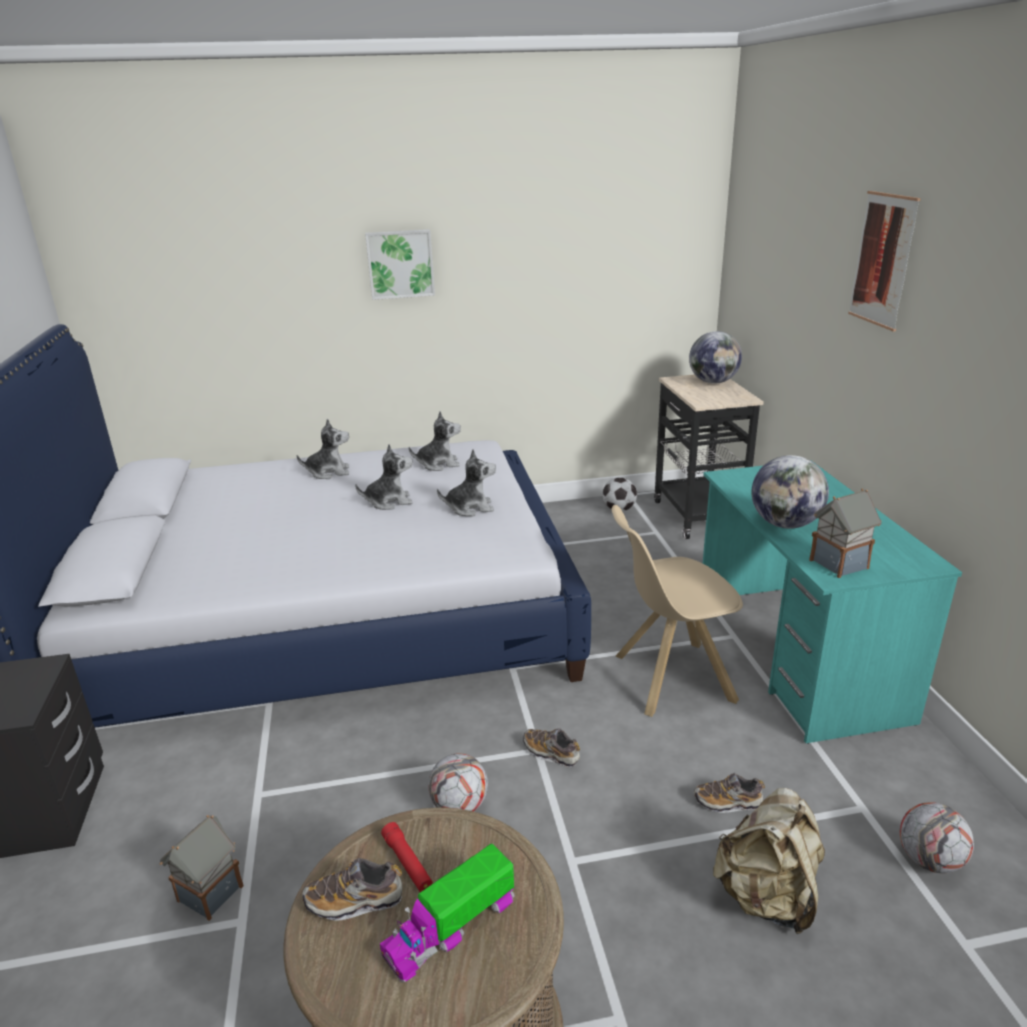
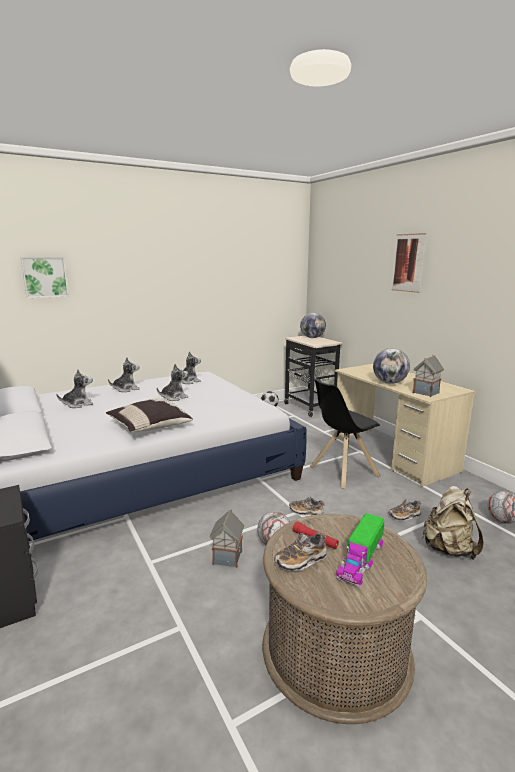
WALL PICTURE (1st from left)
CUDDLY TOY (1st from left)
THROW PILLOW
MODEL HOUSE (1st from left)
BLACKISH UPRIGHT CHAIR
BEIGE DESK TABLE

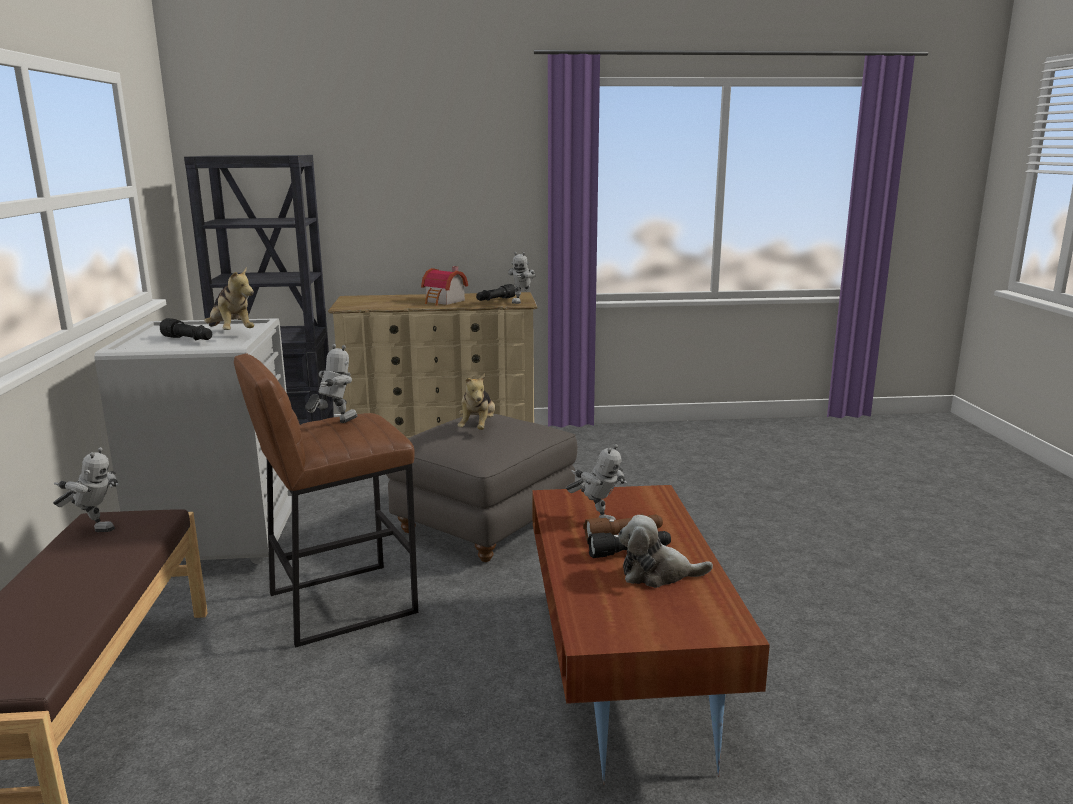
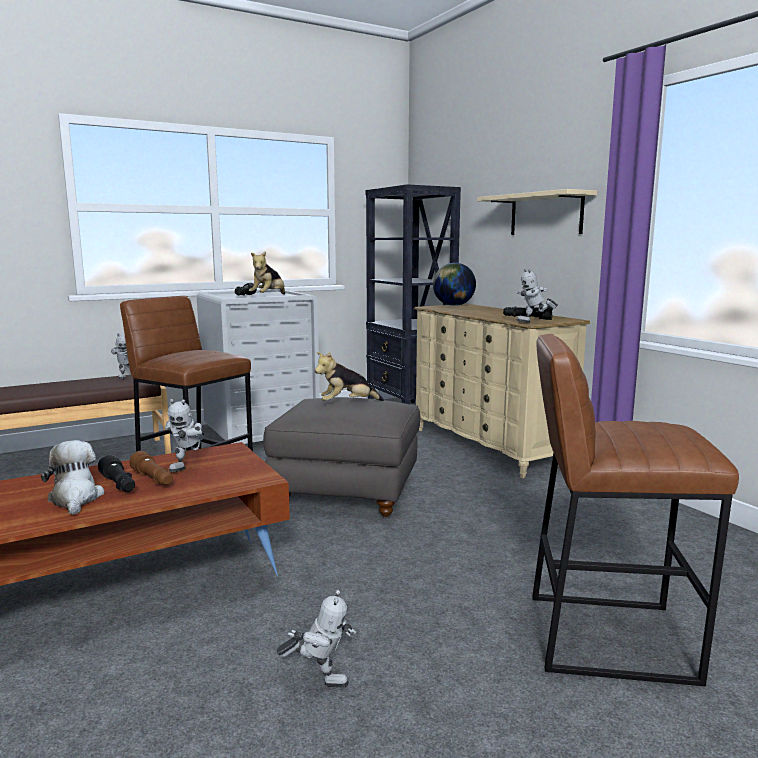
TOY ROBOT (3rd from left)
WORLD GLOBE
BEIGE BRACKET SHELF
BROWN-COLOURED STOOL (2nd from left)
MODEL HOUSE

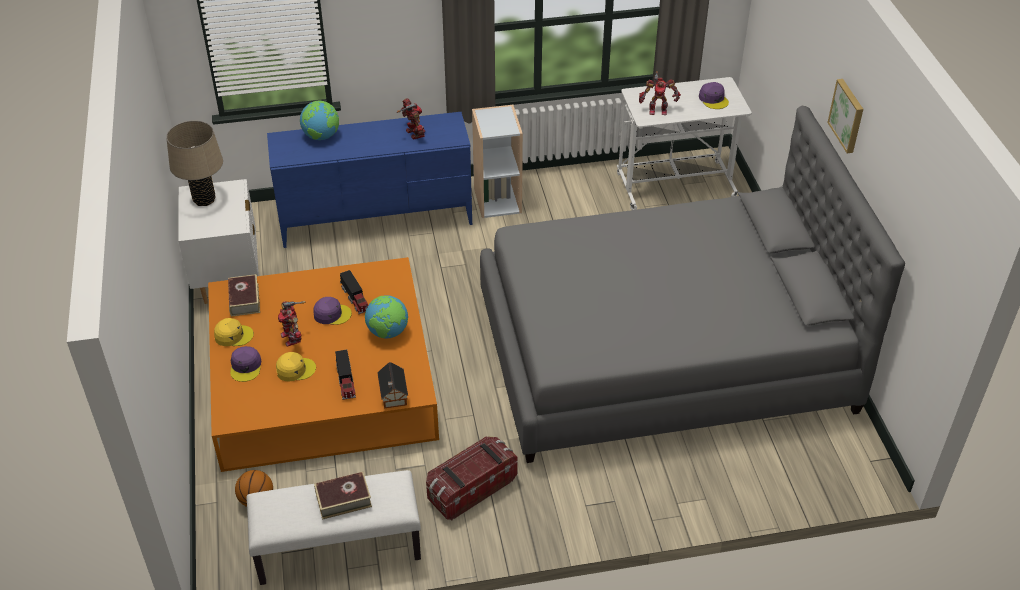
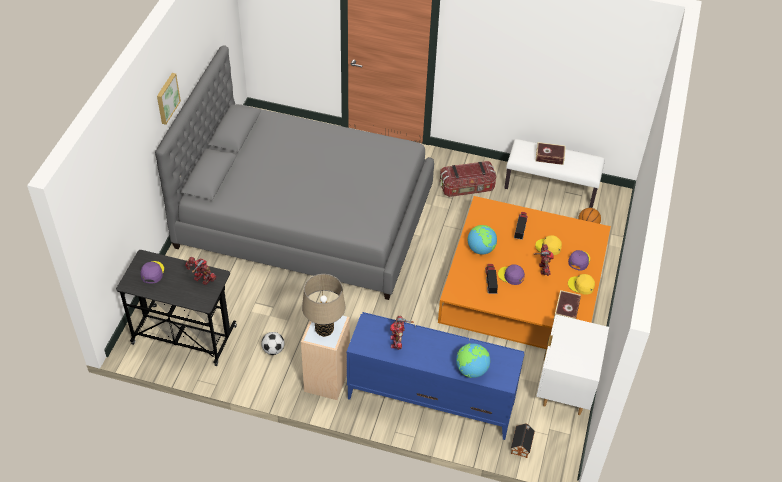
BLACKISH DESK TABLE
FOOTBALL
BEIGE TABLE LAMP
MODEL HOUSE

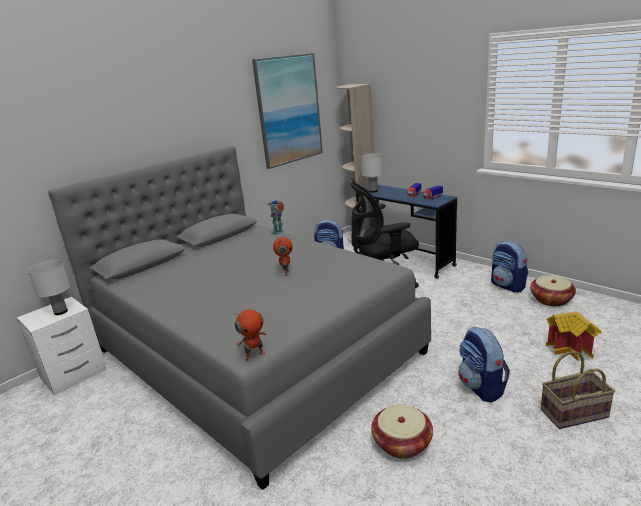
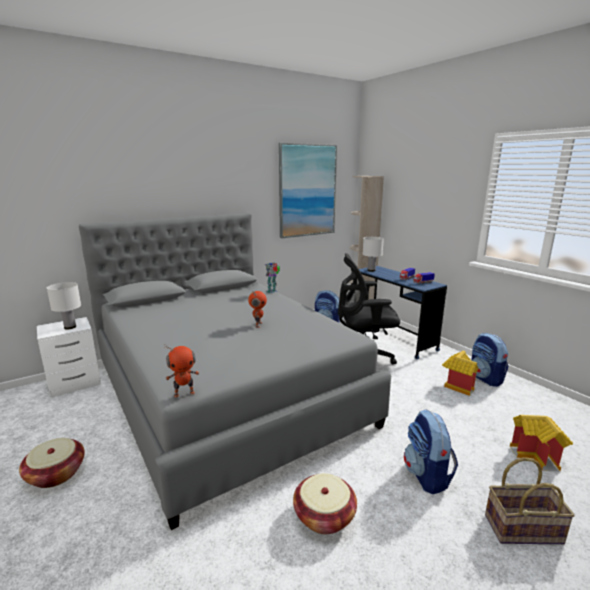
STORAGE BASKET (1st from left)
MODEL HOUSE (1st from left)

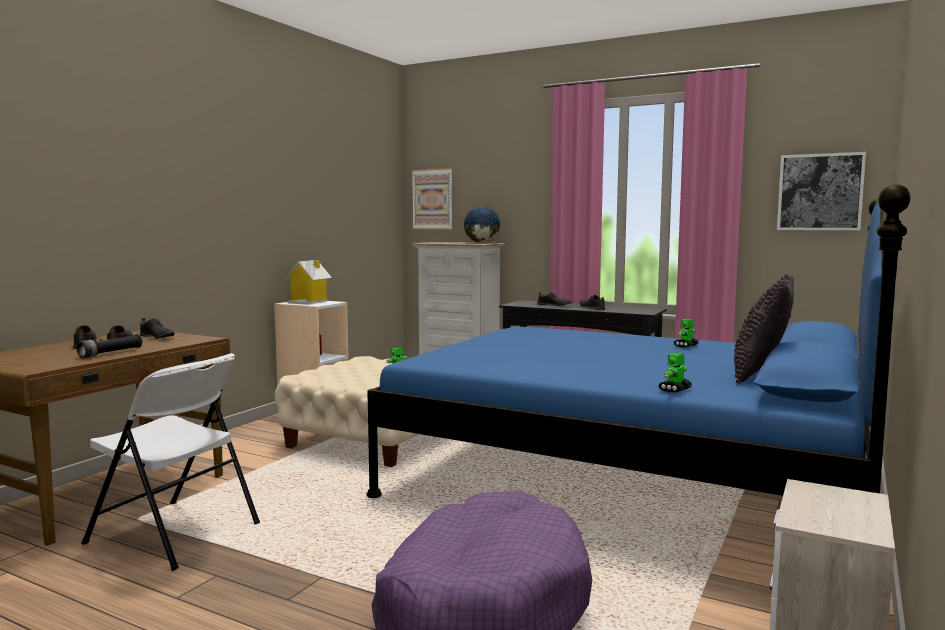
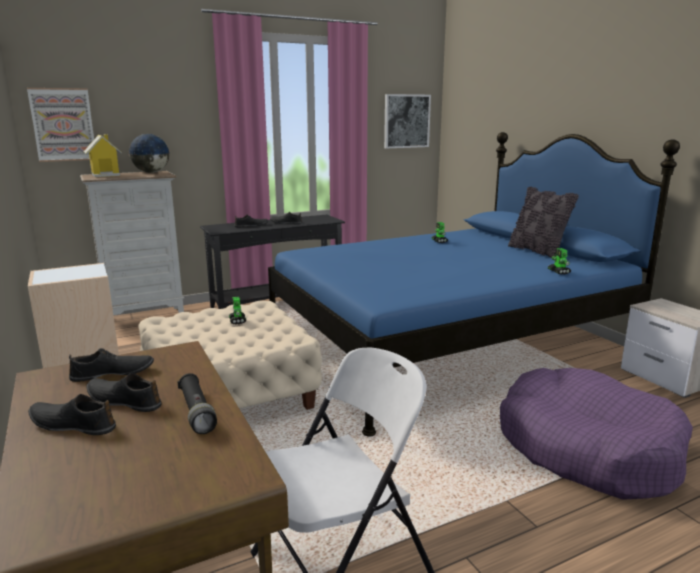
MODEL HOUSE

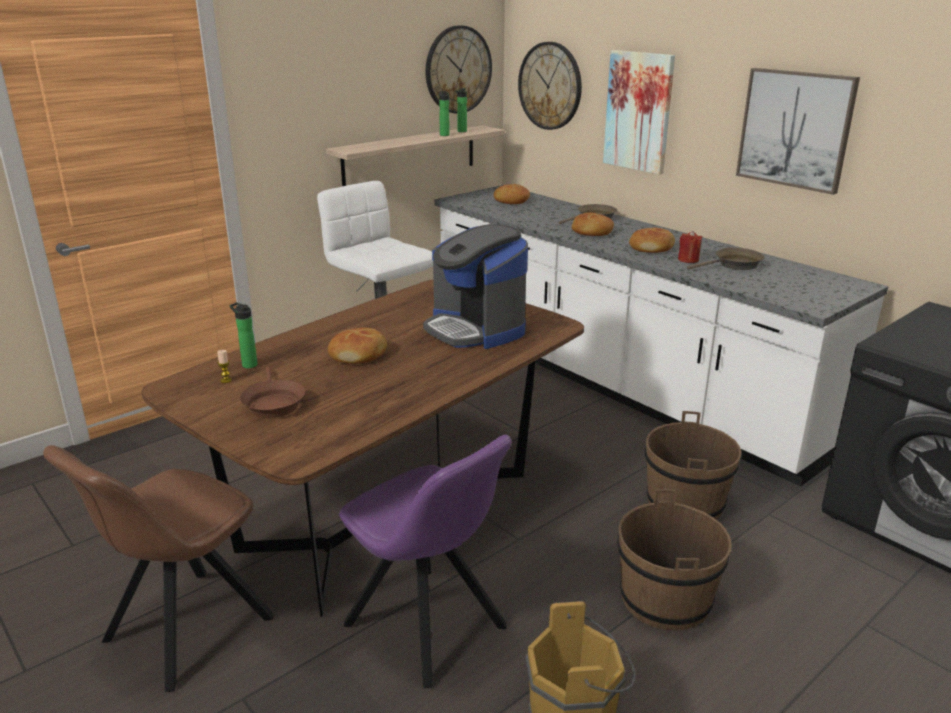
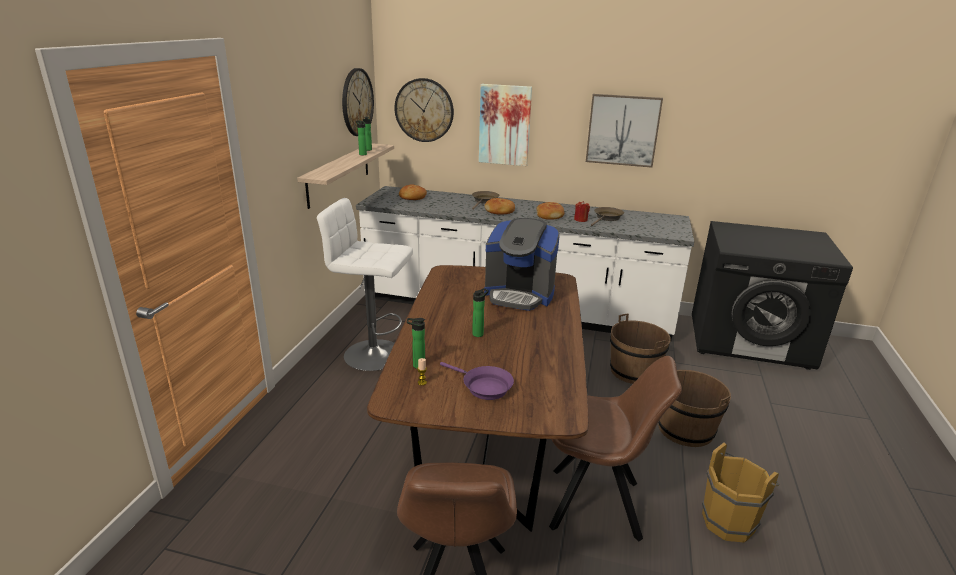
PURPLE PAN
BOTTLE (4th from left)
BROWN-COLOURED UPRIGHT CHAIR (2nd from left)

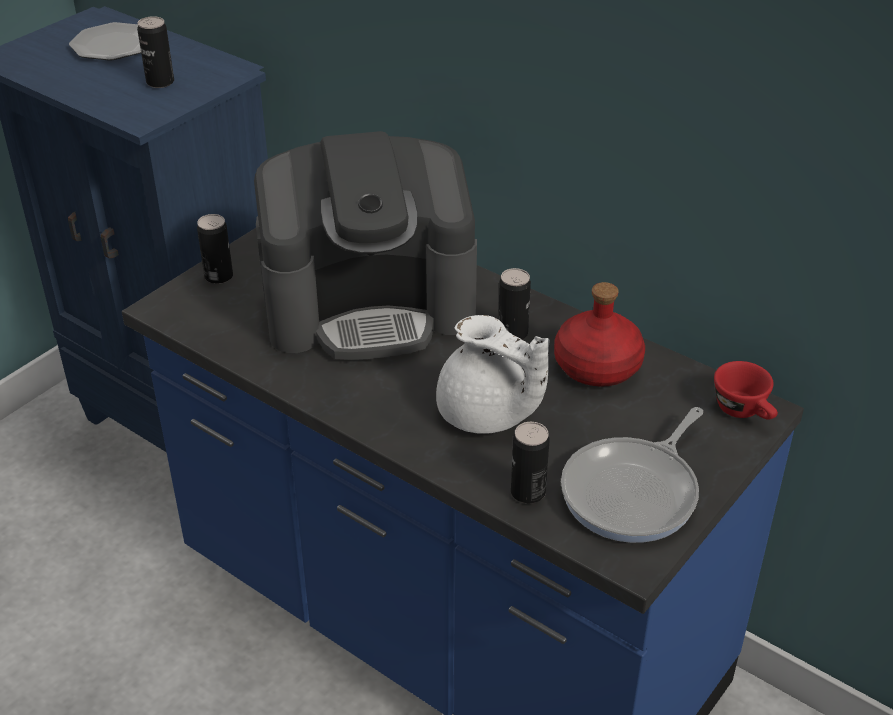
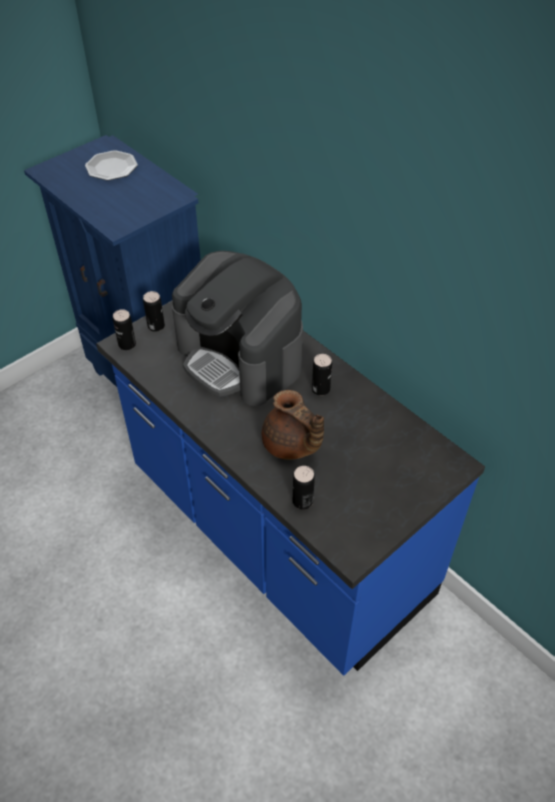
METAL CAN (1st from left)
COFFEE BREWER
BROWN-COLOURED POT FOR TEA
REDDISH BOTTLE
PAN
REDDISH CUP

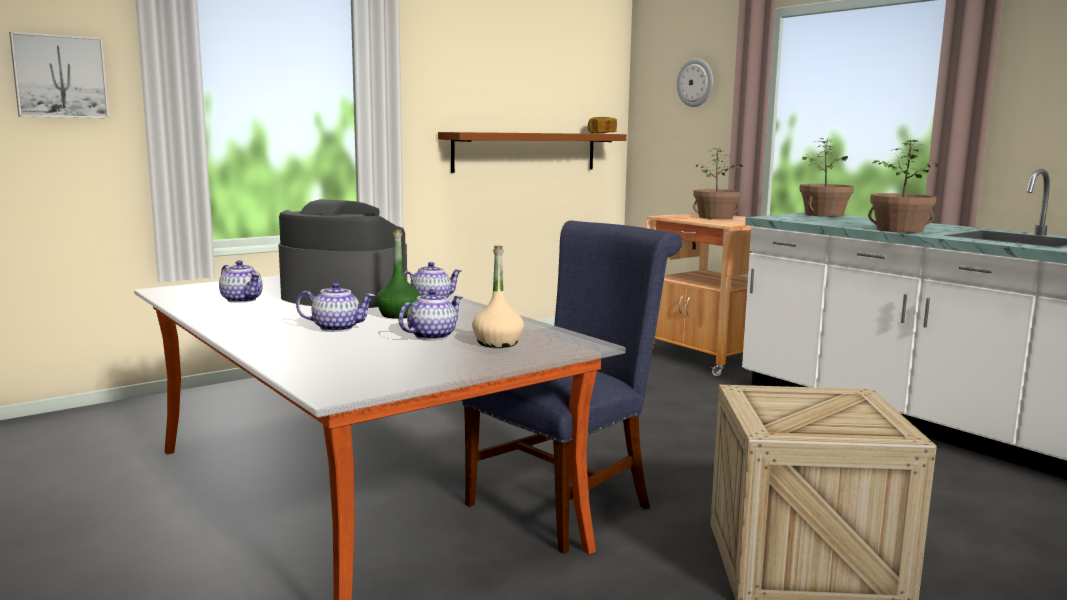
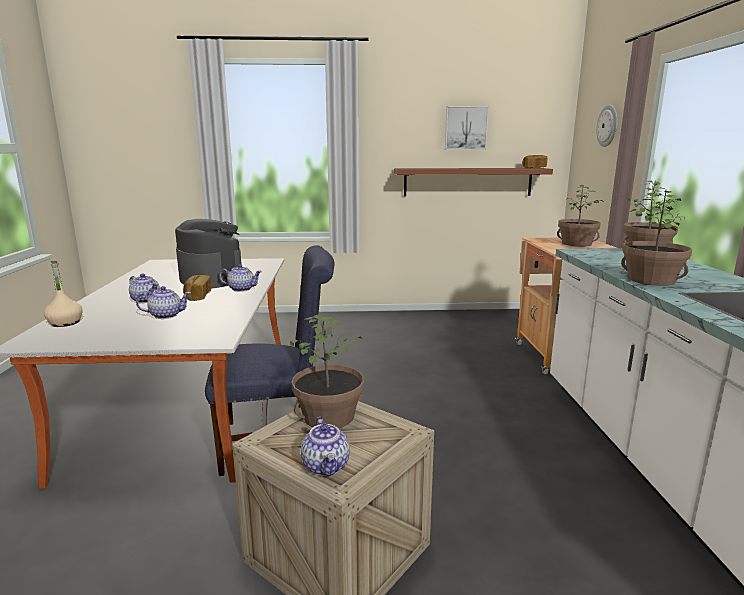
BEIGE BOTTLE
BREAD (1st from left)
POTTED PLANT (1st from left)
POT FOR TEA (4th from left)
WALL PICTURE

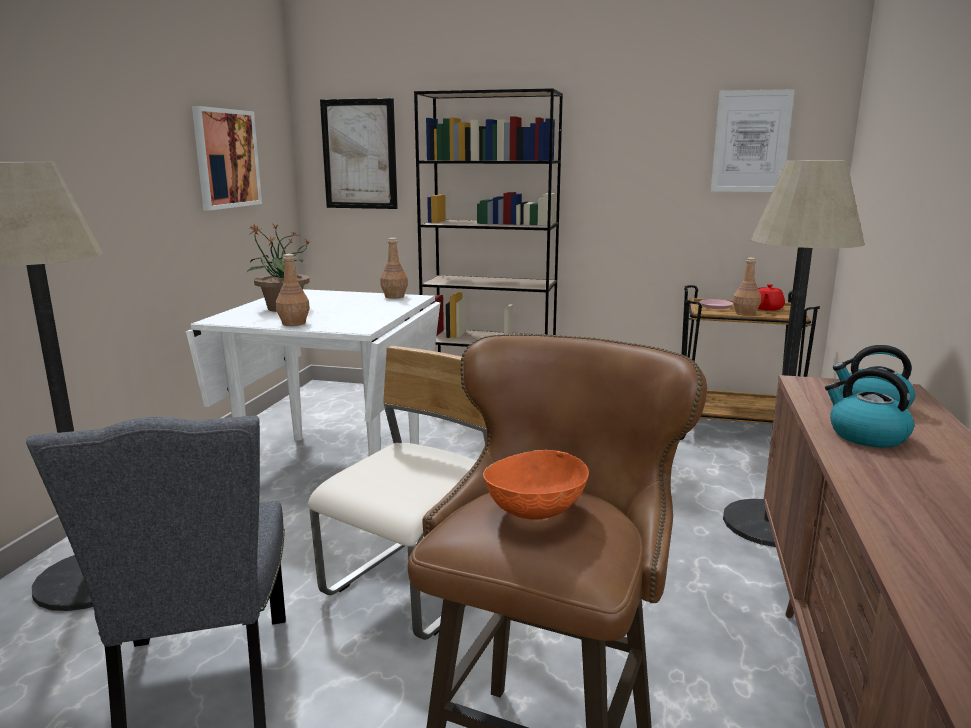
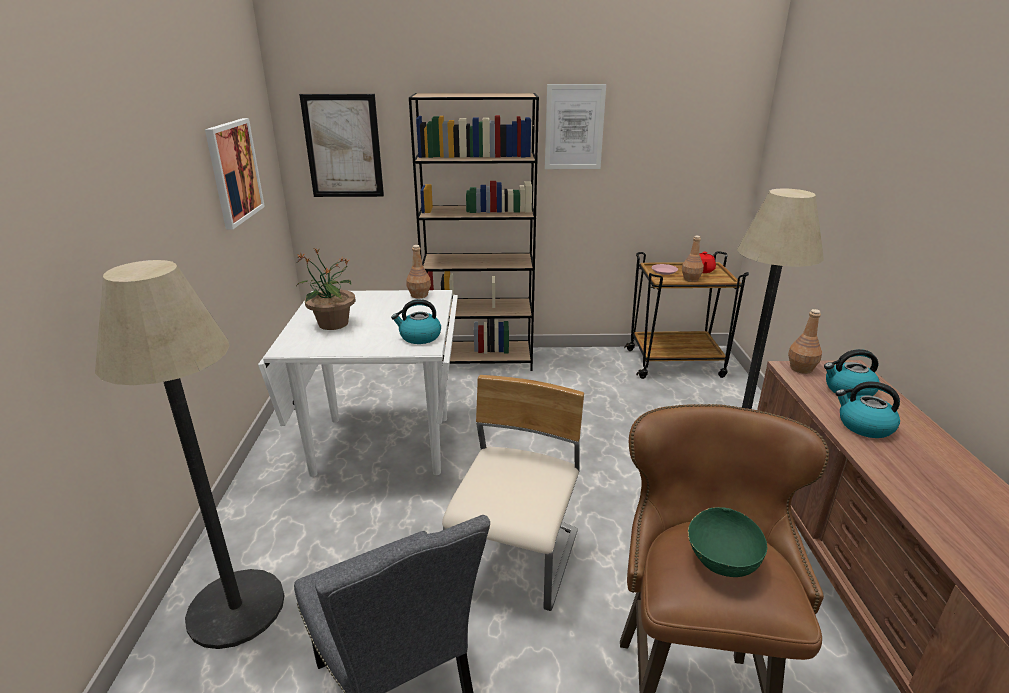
KETTLE (1st from left)
WALL PICTURE (3rd from left)
GREEN-COLOURED BOWL
BROWN-COLOURED BOTTLE (3rd from left)

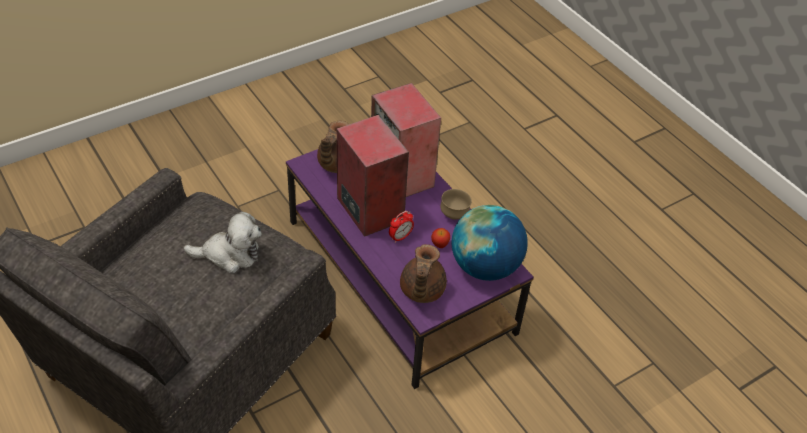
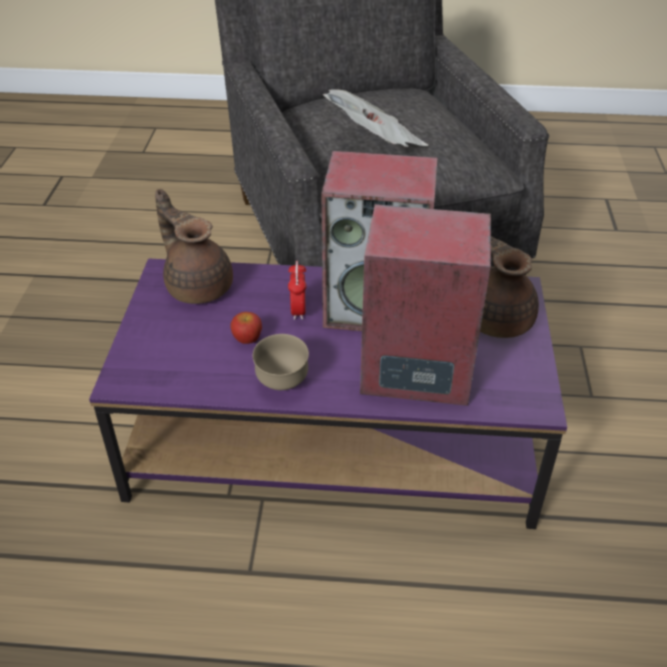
PRINTED PAPER
WORLD GLOBE

